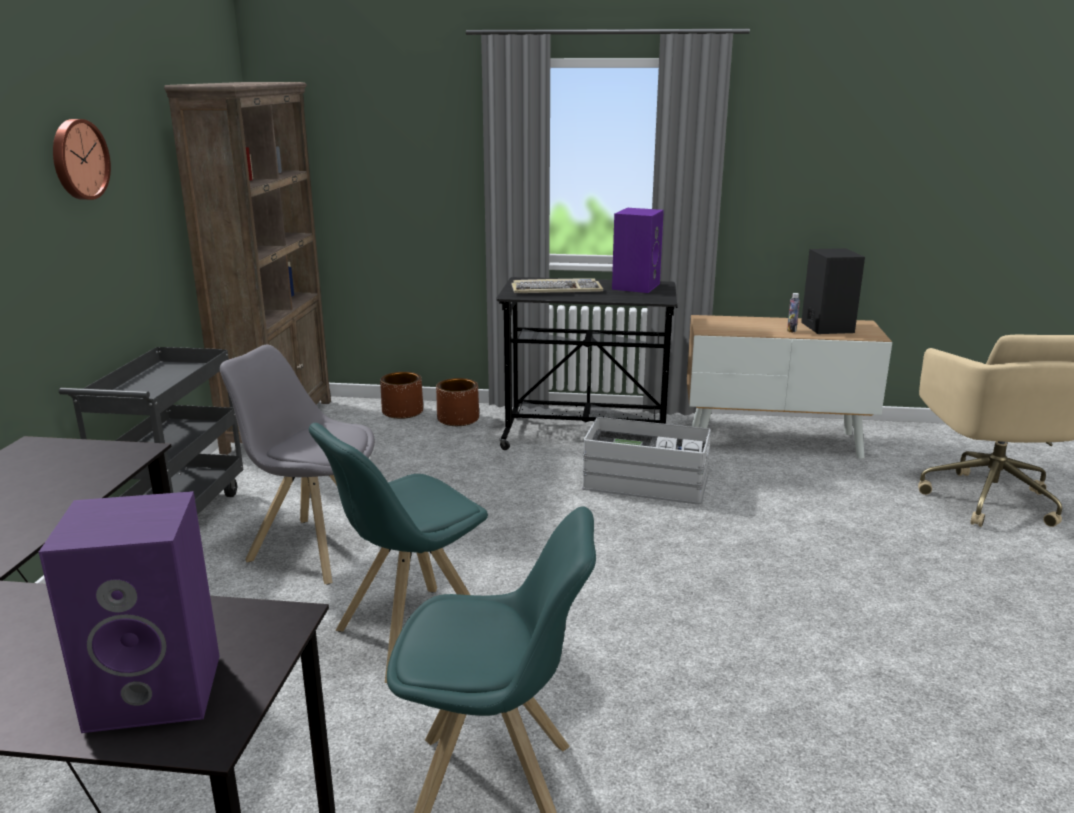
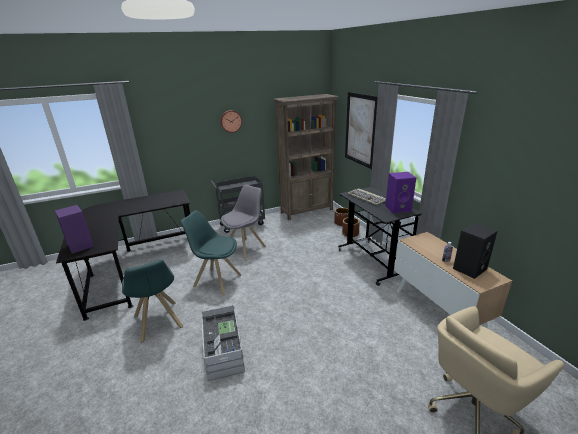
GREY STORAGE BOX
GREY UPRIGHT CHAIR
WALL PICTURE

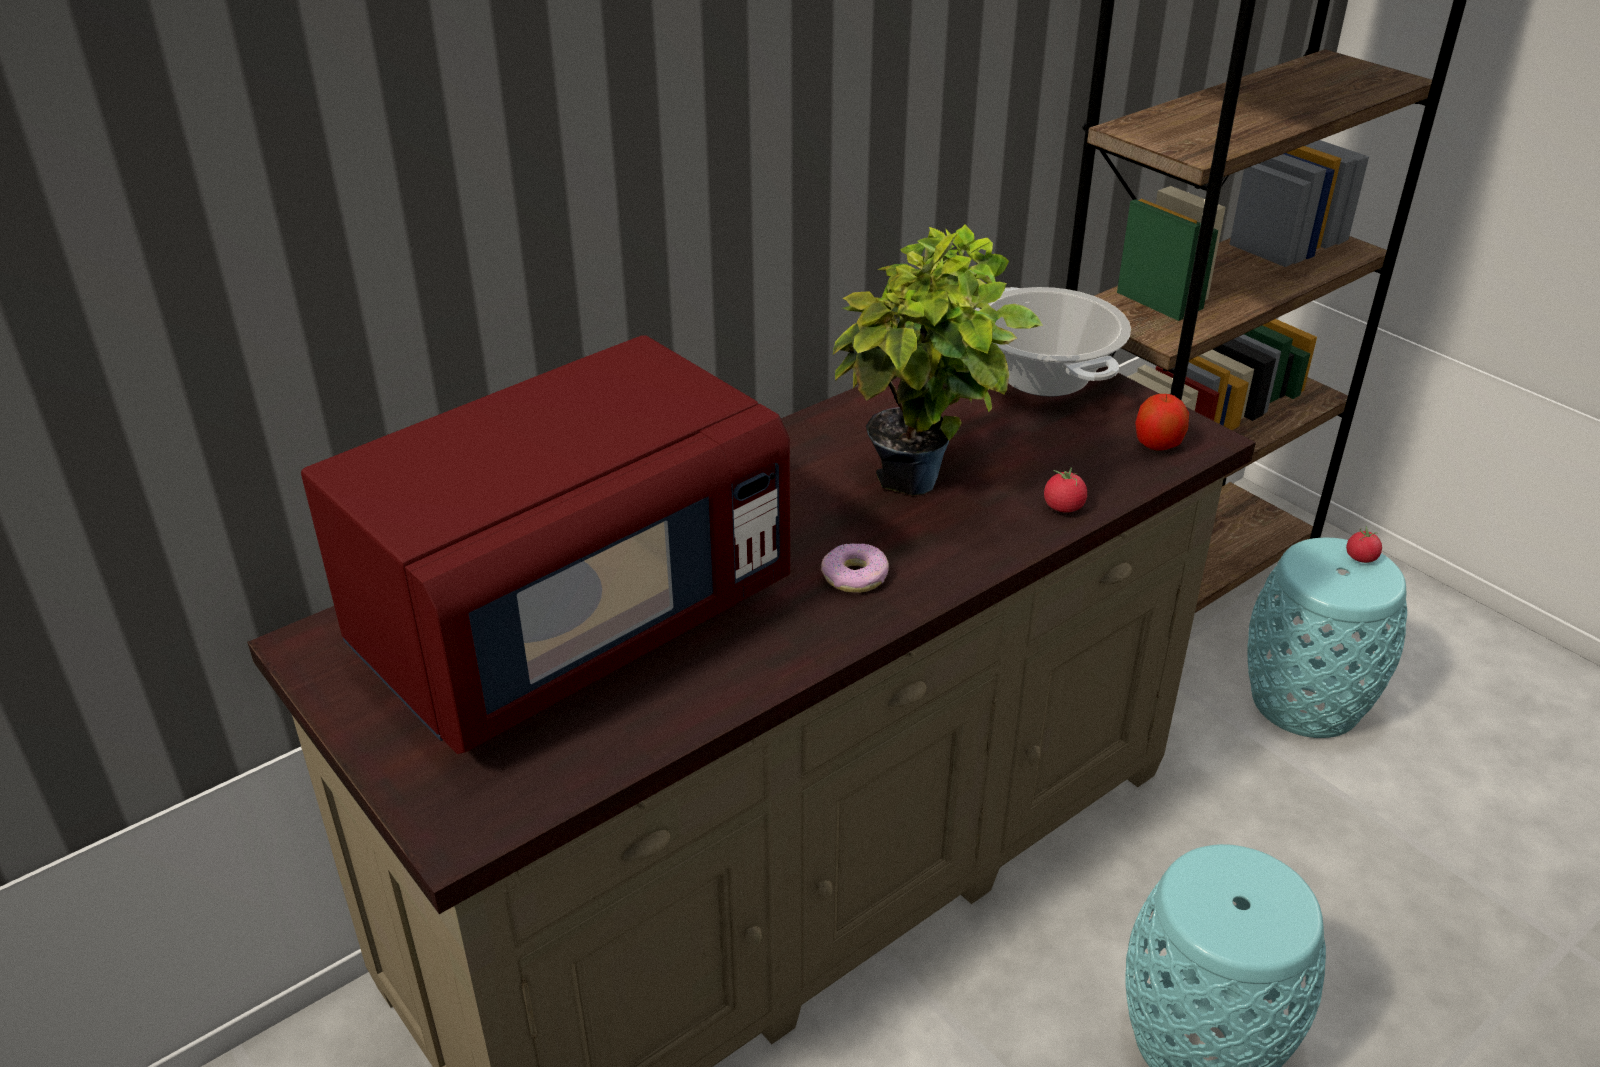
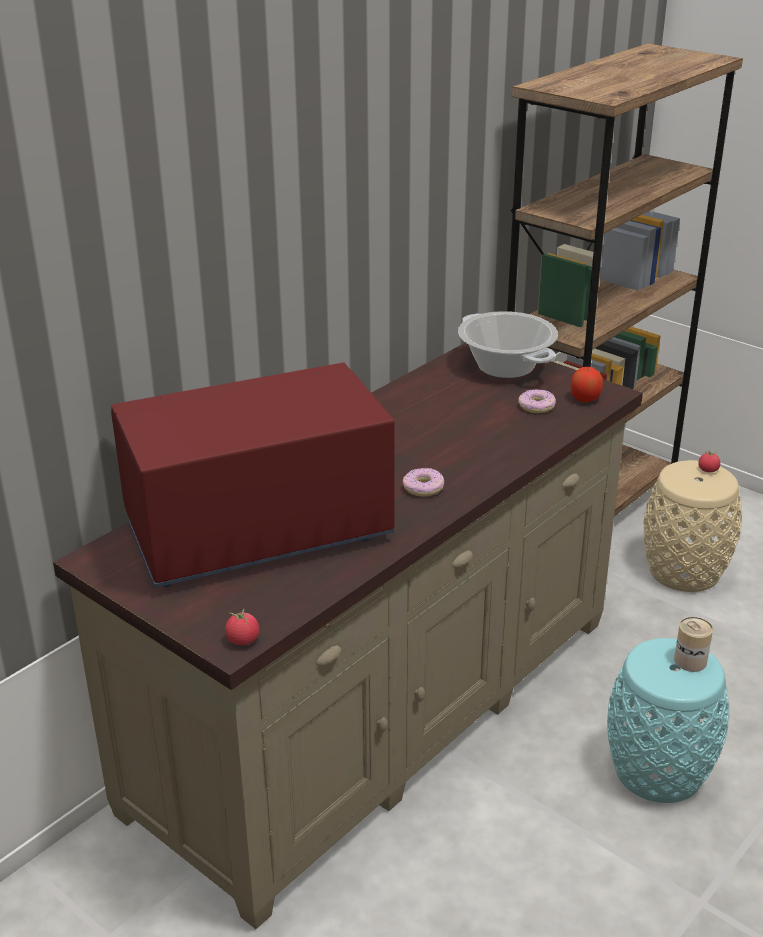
REDDISH MICROWAVE
WHOLE TOMATO (1st from left)
DONUT (2nd from left)
BEIGE STOOL
METAL CAN
POTTED PLANT

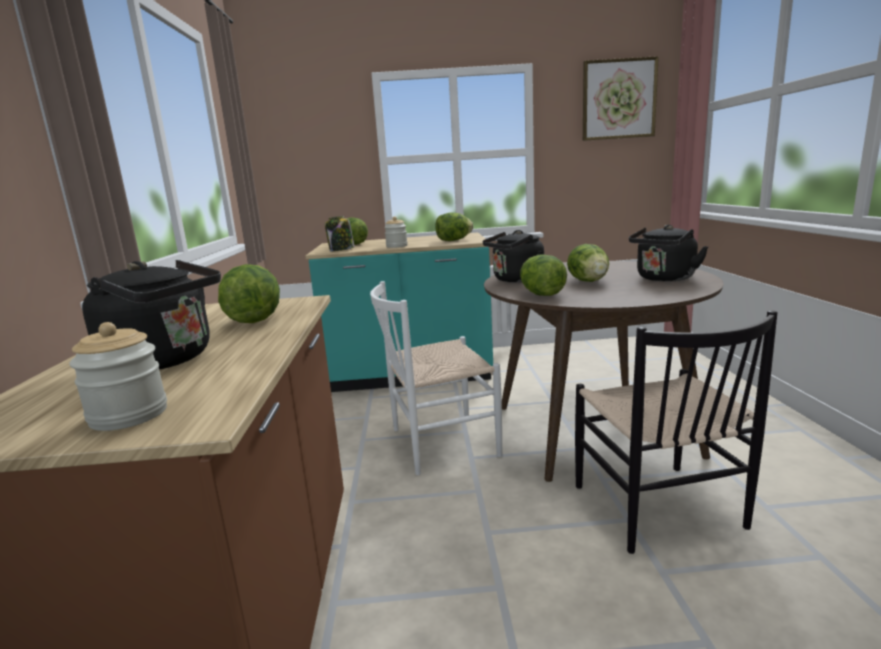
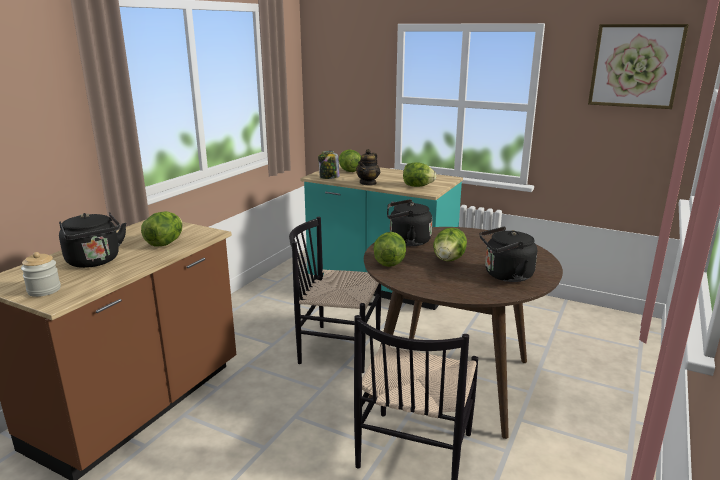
BLACKISH UPRIGHT CHAIR (1st from left)
POT FOR TEA

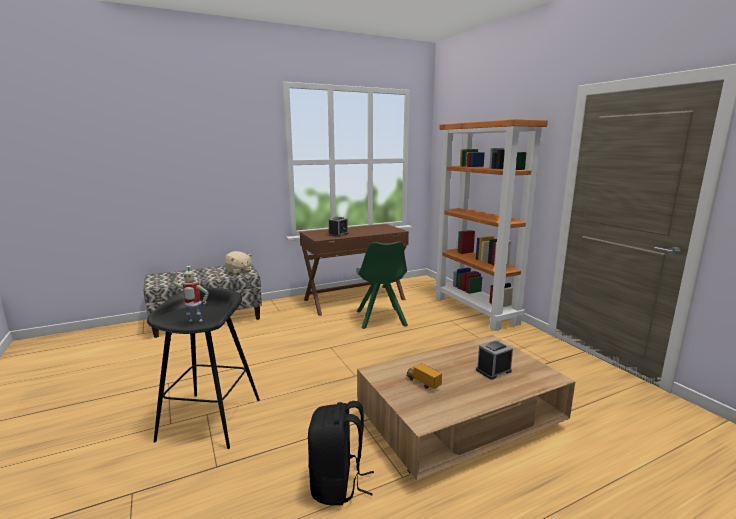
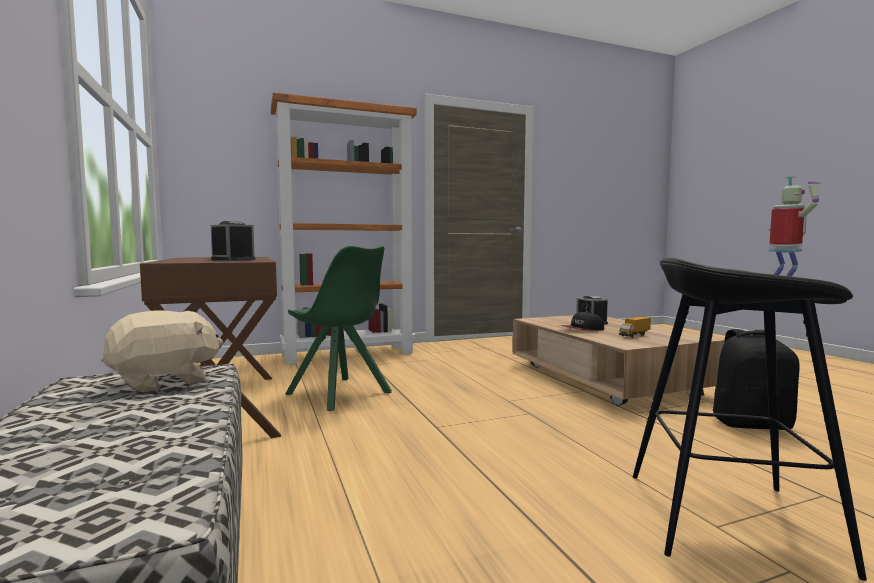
GREEN-COLOURED UPRIGHT CHAIR
PEAKED CAP

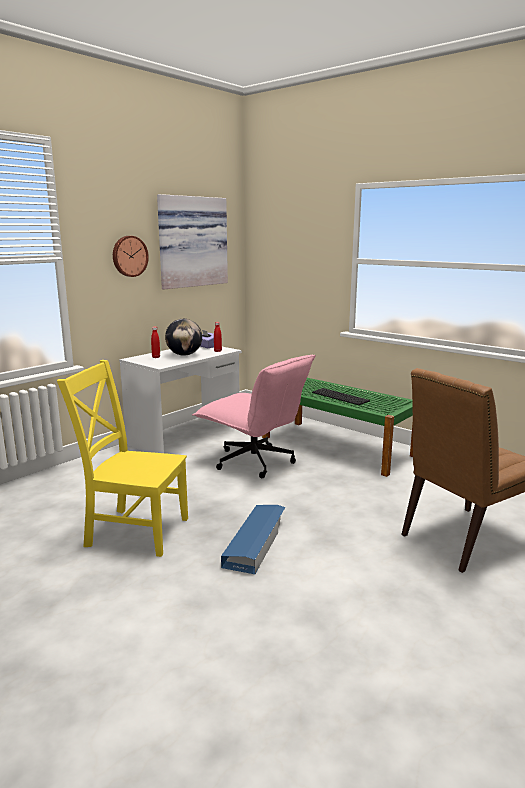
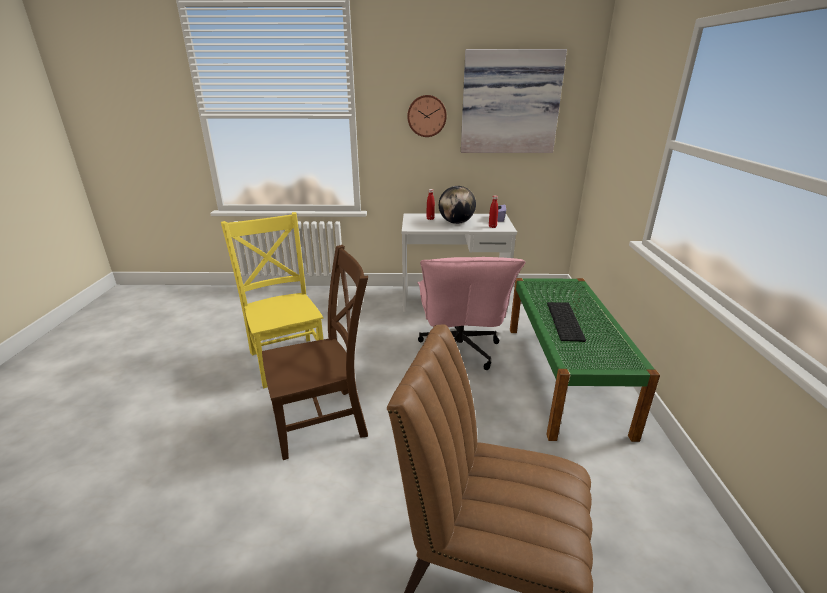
BROWN-COLOURED UPRIGHT CHAIR (1st from left)

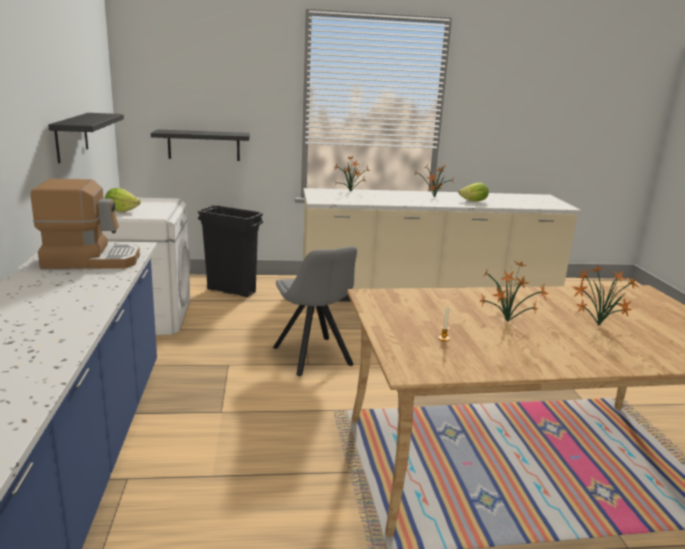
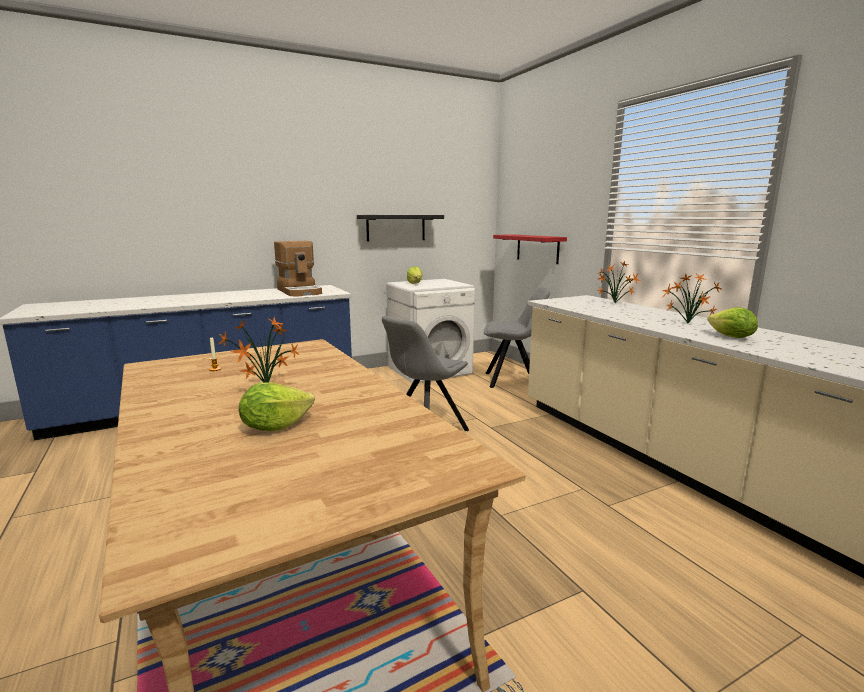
LETTUCE (1st from left)
GREY UPRIGHT CHAIR (2nd from left)
REDDISH BRACKET SHELF

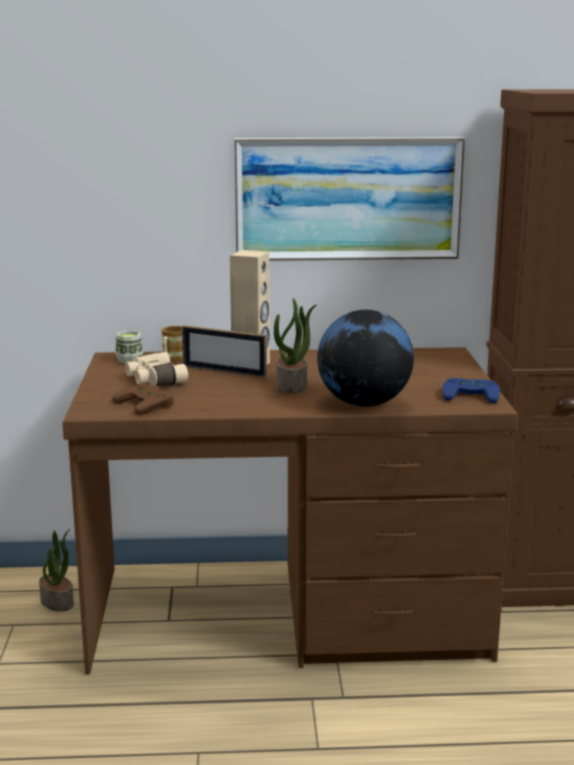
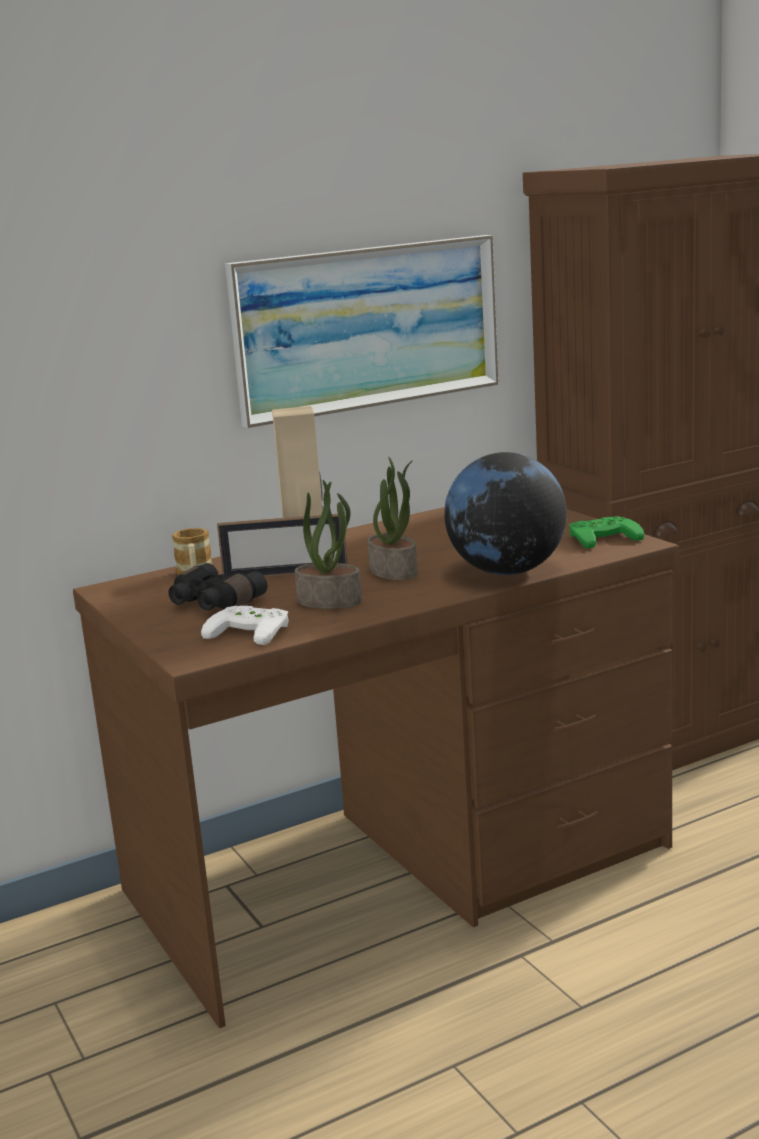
BLACKISH BINOCULARS
WHITE JOYPAD
POTTED PLANT (1st from left)
GREEN-COLOURED JOYPAD
CUP

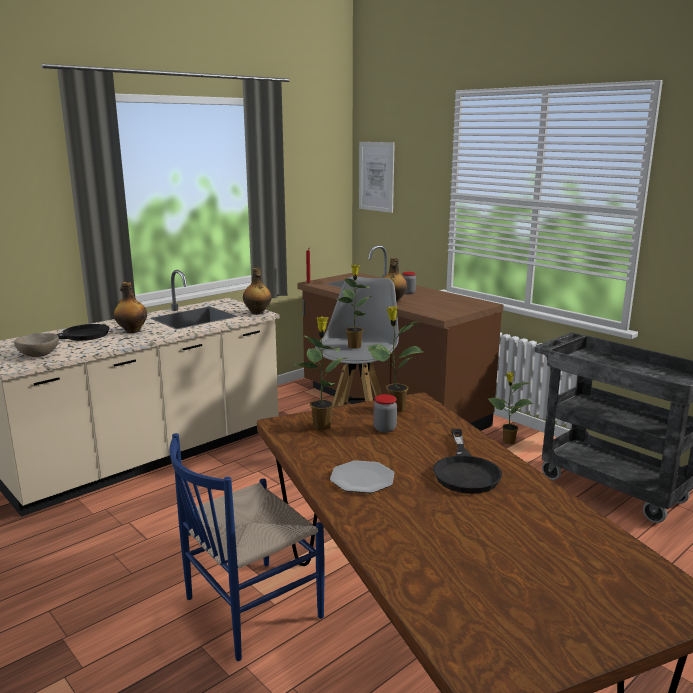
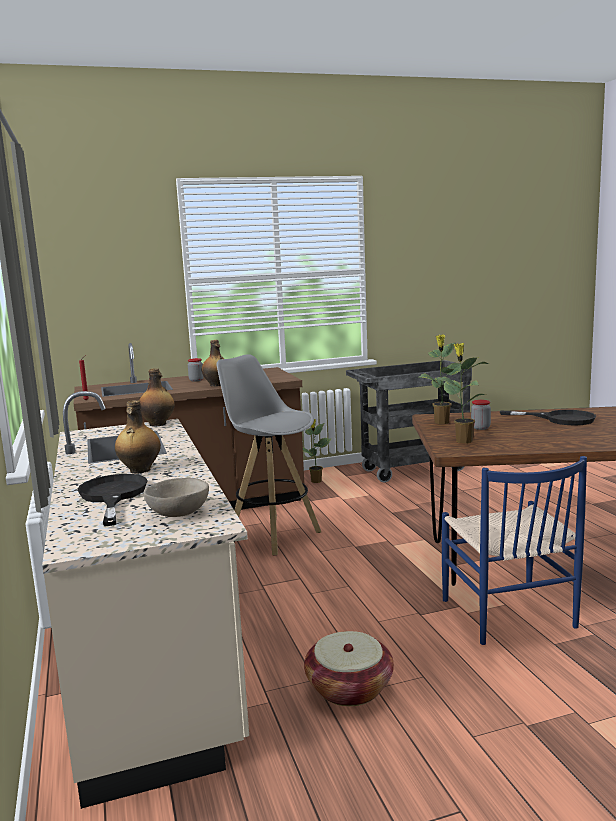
STORAGE BASKET
PLATE
POTTED PLANT (2nd from left in the first image)
WALL PICTURE

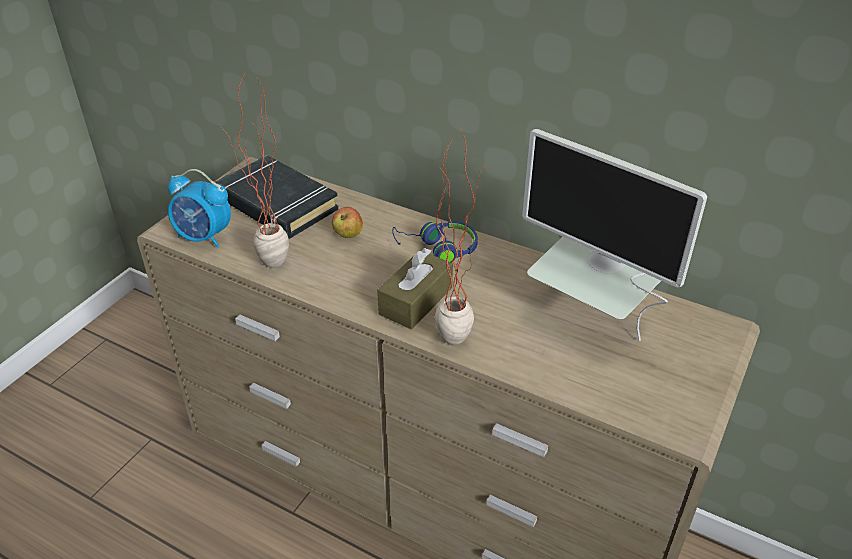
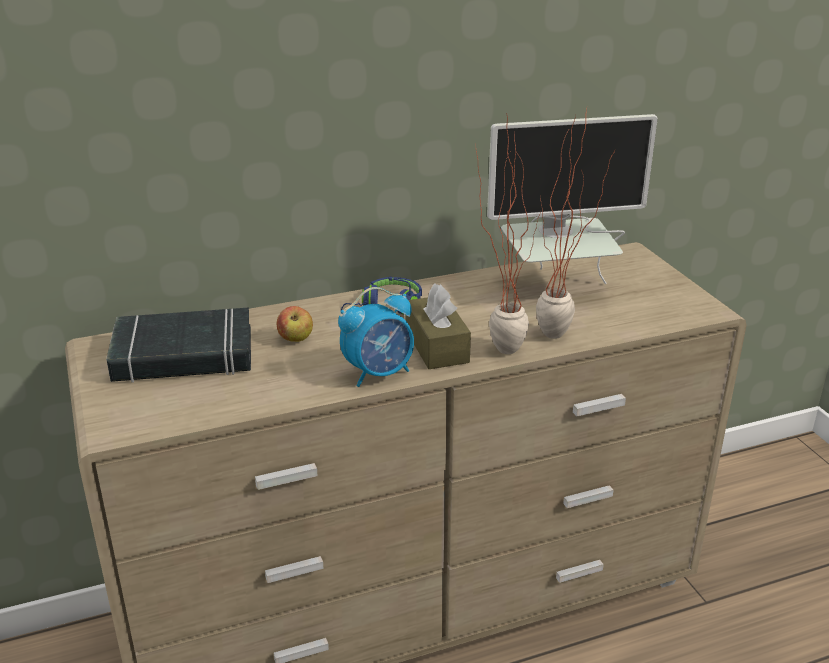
ALARM CLOCK
POTTED PLANT (2nd from left)

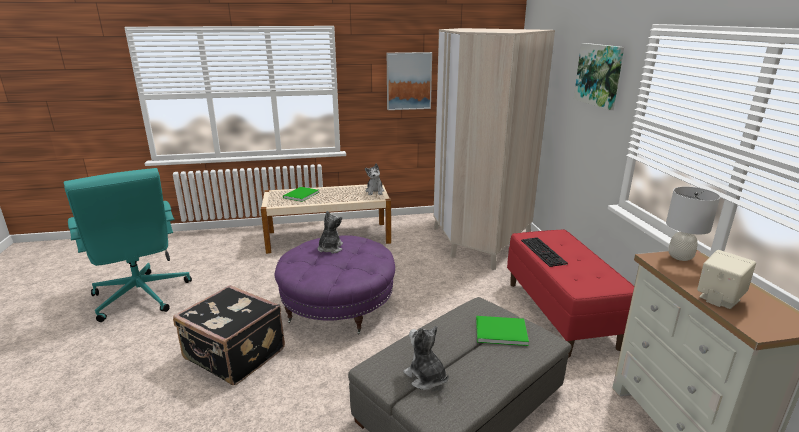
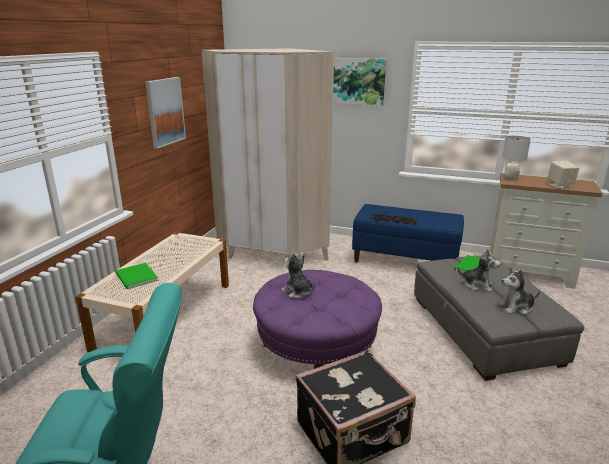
BLUISH BENCH
CUDDLY TOY (2nd from left)

